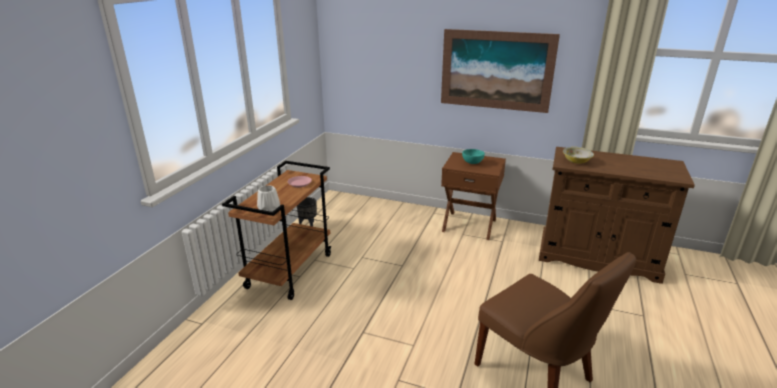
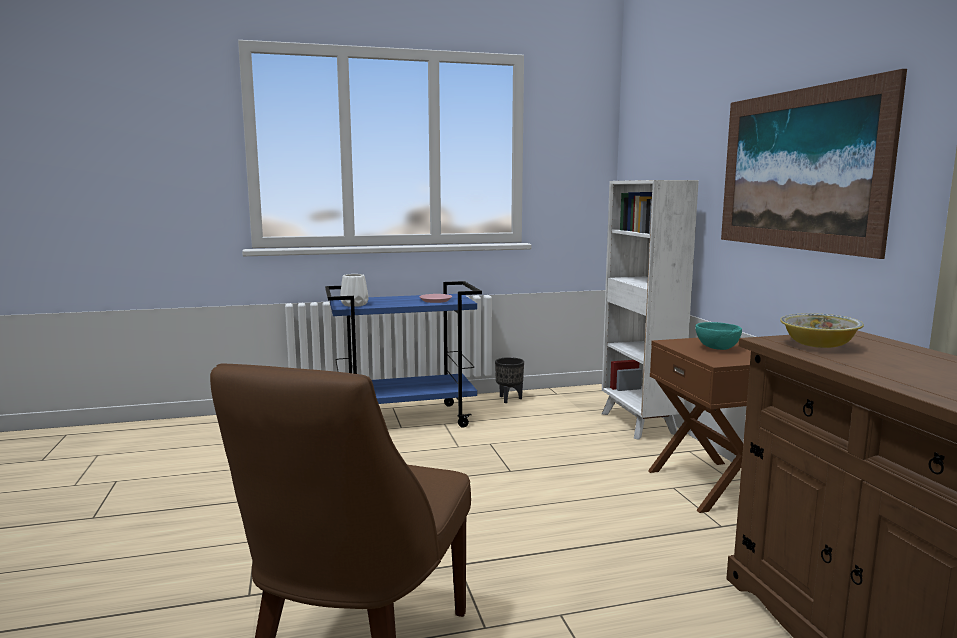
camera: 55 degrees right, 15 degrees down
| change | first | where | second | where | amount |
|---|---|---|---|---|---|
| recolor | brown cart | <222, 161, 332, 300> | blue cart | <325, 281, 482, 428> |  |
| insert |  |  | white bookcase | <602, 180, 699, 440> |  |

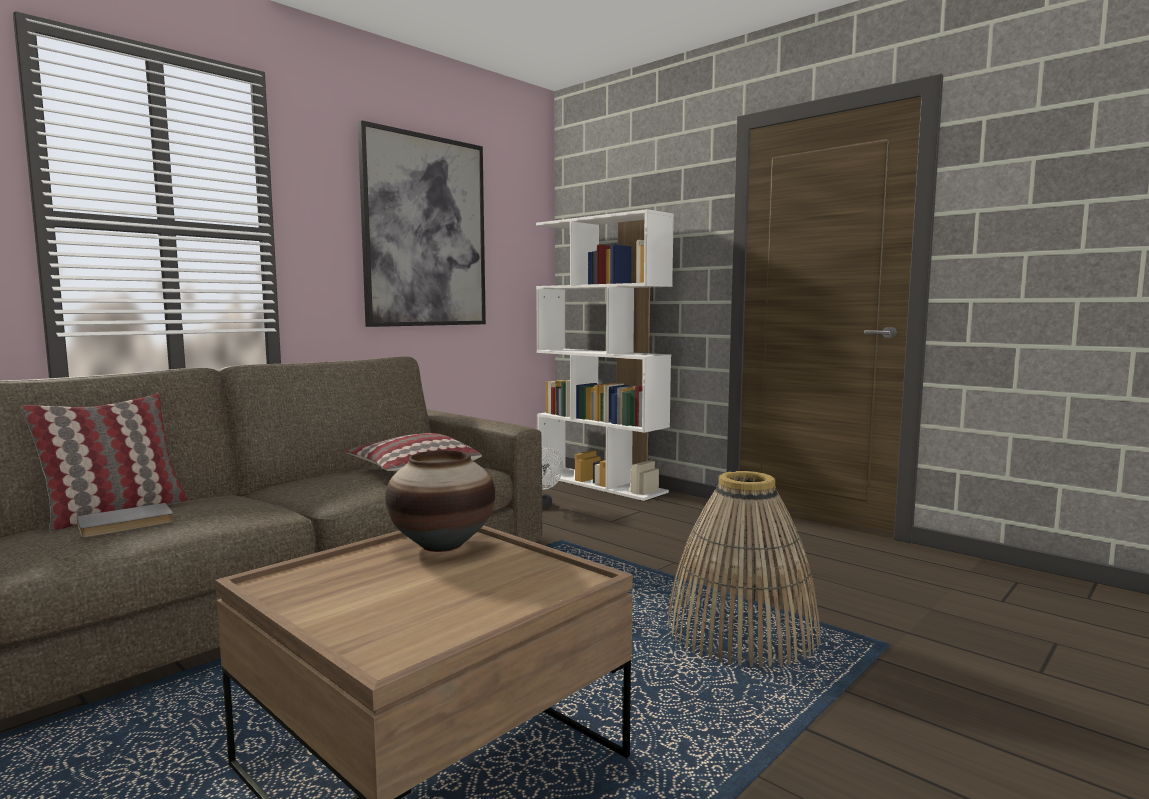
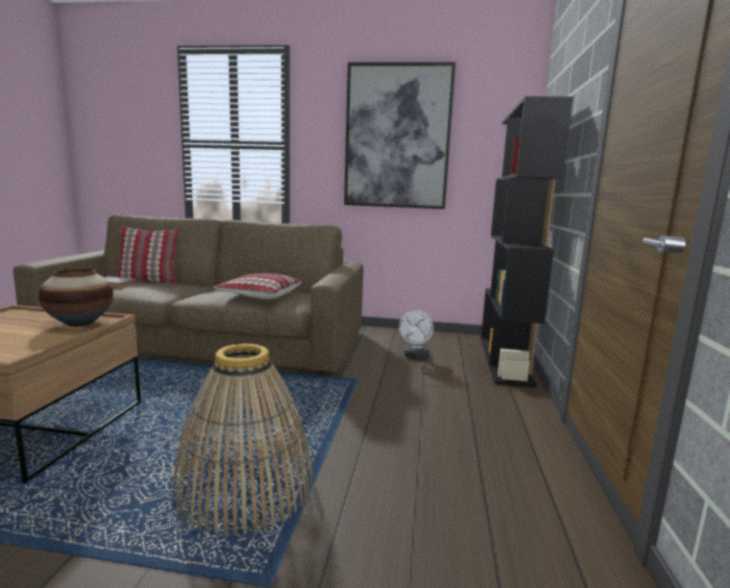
camera: 55 degrees right, 5 degrees up
| change | first | where | second | where | amount |
|---|---|---|---|---|---|
| recolor | white bookcase | <536, 209, 674, 501> | black bookcase | <481, 96, 573, 387> |  |

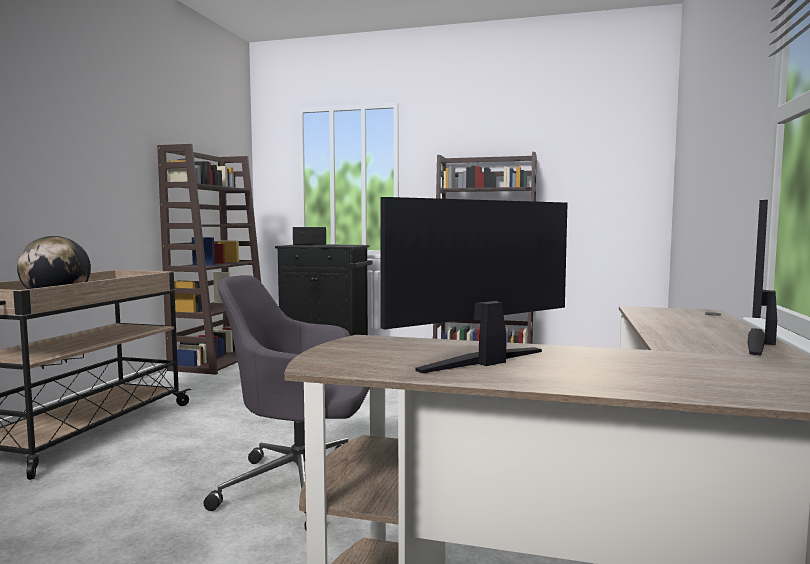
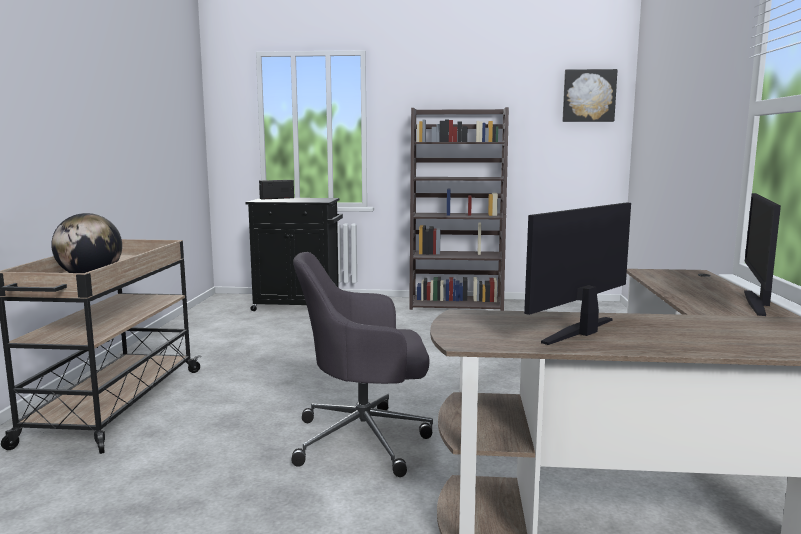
camera: 10 degrees left, 5 degrees up
| change | first | where | second | where | amount |
|---|---|---|---|---|---|
| delete | brown bookcase | <157, 144, 261, 375> |  |  |  |
| insert |  |  | picture | <562, 69, 617, 122> |  |

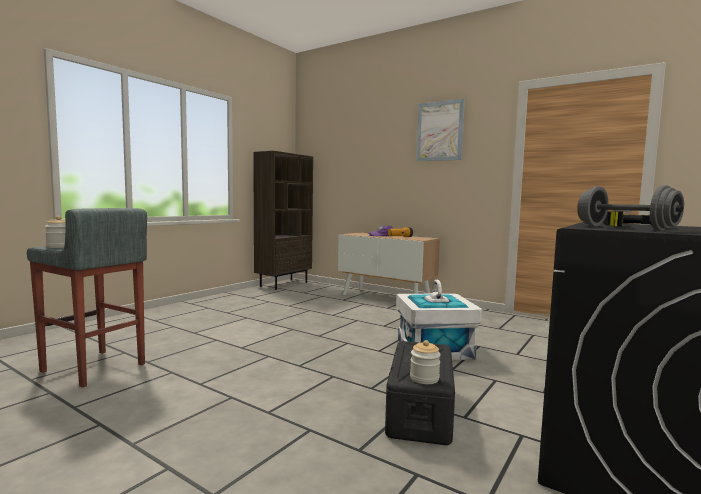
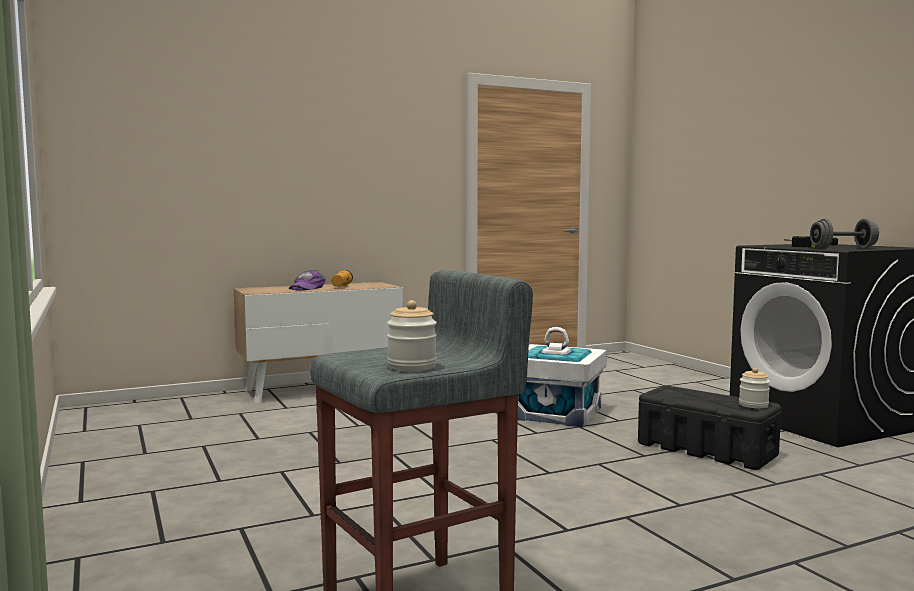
camera: 60 degrees left, 0 degrees up
| change | first | where | second | where | amount |
|---|---|---|---|---|---|
| delete | picture | <416, 99, 465, 161> |  |  |  |
| delete | brown bookcase | <253, 151, 313, 290> |  |  |  |

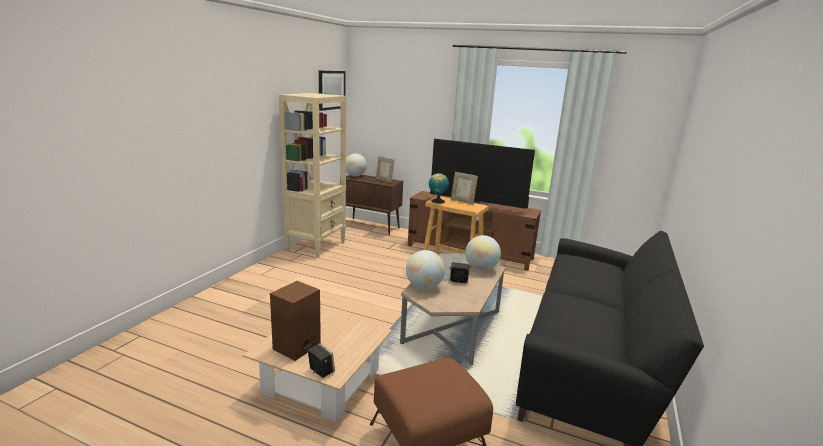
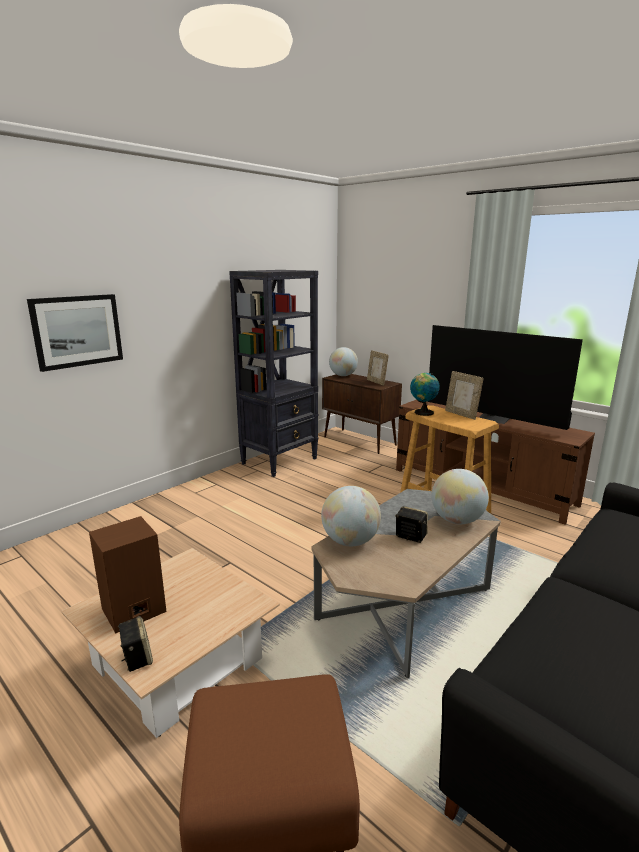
camera: 20 degrees right, 0 degrees up
| change | first | where | second | where | amount |
|---|---|---|---|---|---|
| move | picture | <319, 70, 346, 111> |  | <27, 294, 123, 372> |  |
| recolor | beige bookcase | <279, 93, 347, 258> | black bookcase | <229, 270, 318, 477> |  |

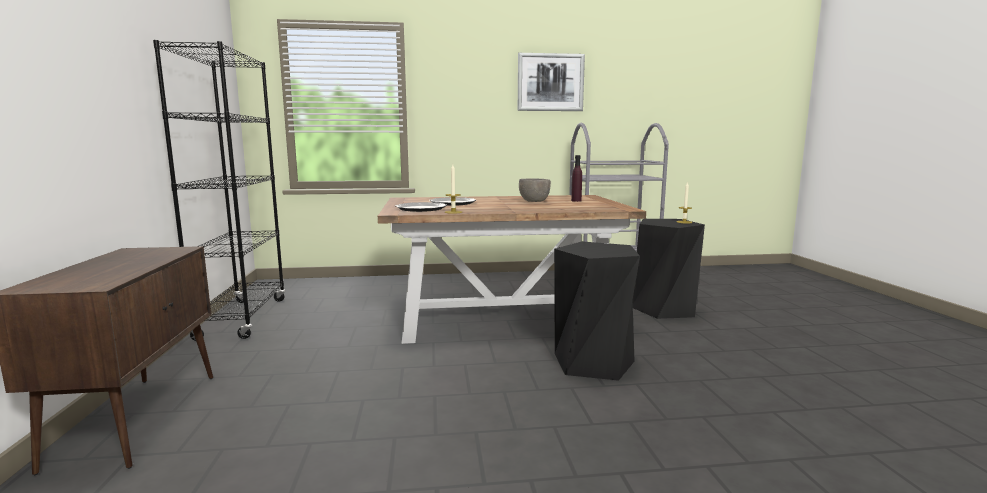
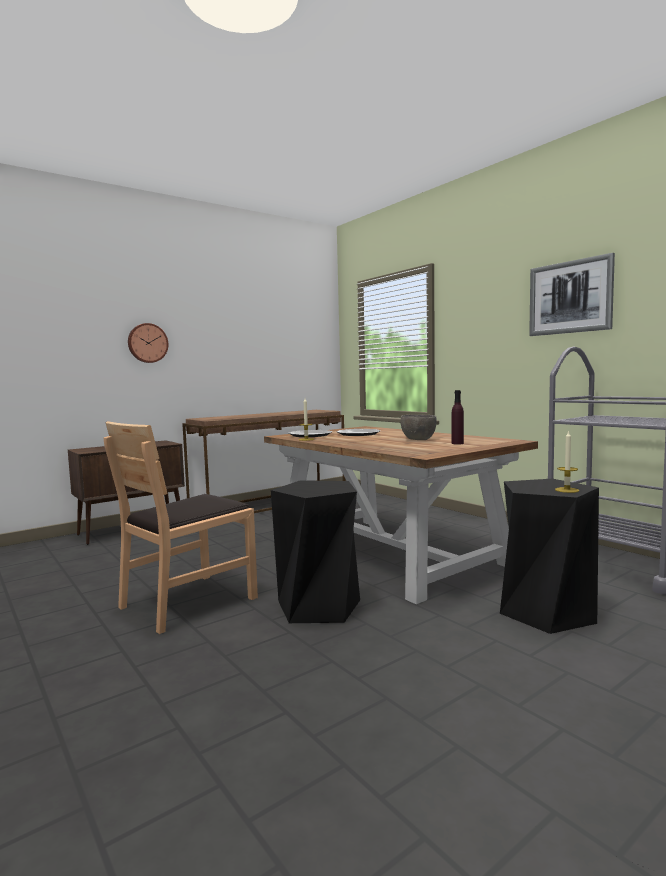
camera: 60 degrees right, 5 degrees down
| change | first | where | second | where | amount |
|---|---|---|---|---|---|
| replace | black bookcase | <153, 40, 285, 341> | brown console table | <182, 410, 345, 513> |  |
| insert |  |  | wall clock | <128, 323, 168, 363> |  |
| insert |  |  | brown chair | <104, 421, 258, 634> |  |

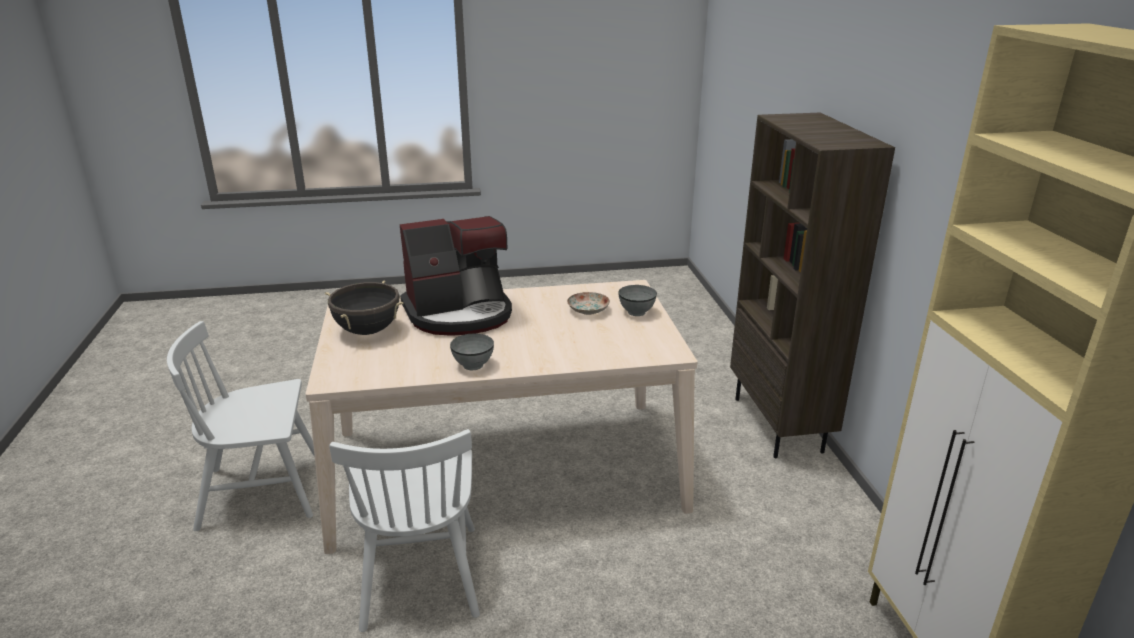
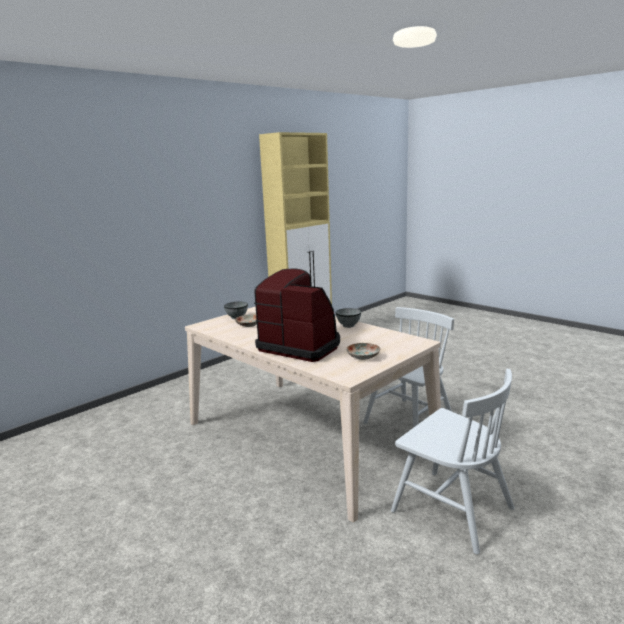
camera: 125 degrees left, 10 degrees down
| change | first | where | second | where | amount |
|---|---|---|---|---|---|
| delete | brown bookcase | <730, 112, 895, 458> |  |  |  |
| replace | black cooking pot | <325, 280, 404, 335> | plate | <346, 343, 380, 360> |  |

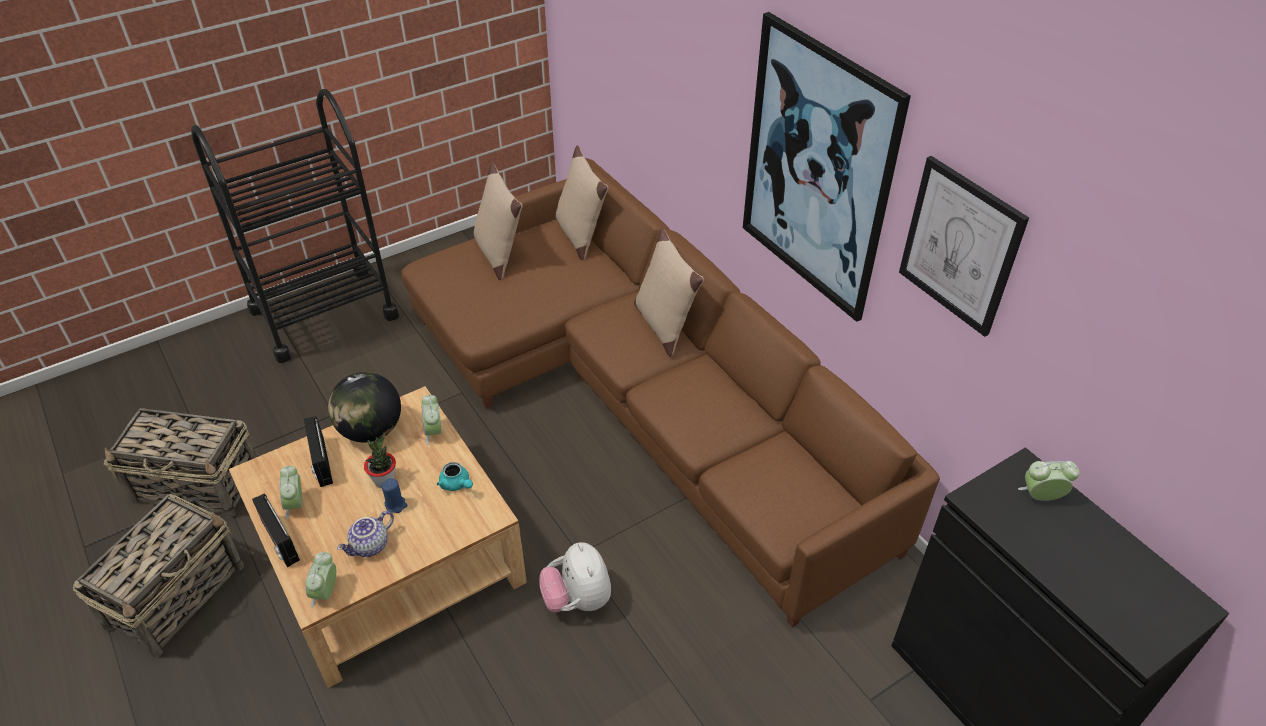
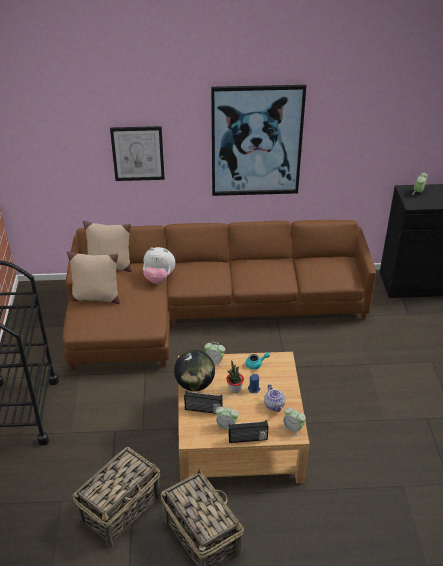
camera: 60 degrees left, 5 degrees down
| change | first | where | second | where | amount |
|---|---|---|---|---|---|
| move | picture | <899, 156, 1029, 337> |  | <110, 126, 165, 181> |  |
| delete | beige pillow | <634, 227, 704, 357> |  |  |  |
| move | plush toy | <539, 542, 611, 612> |  | <143, 247, 175, 284> |  |

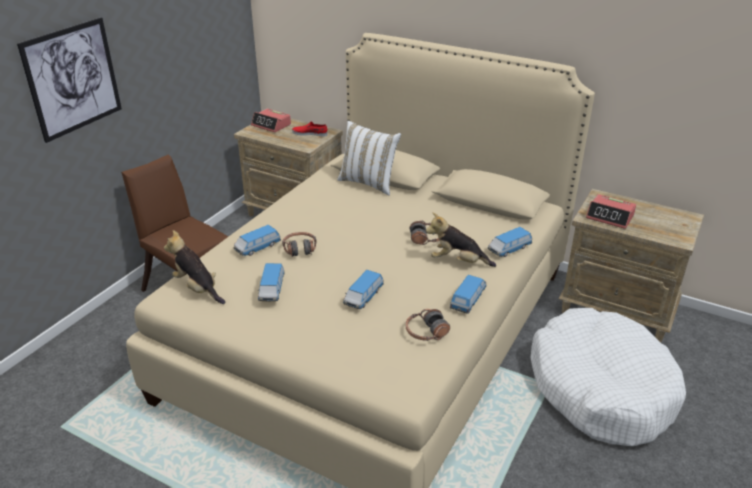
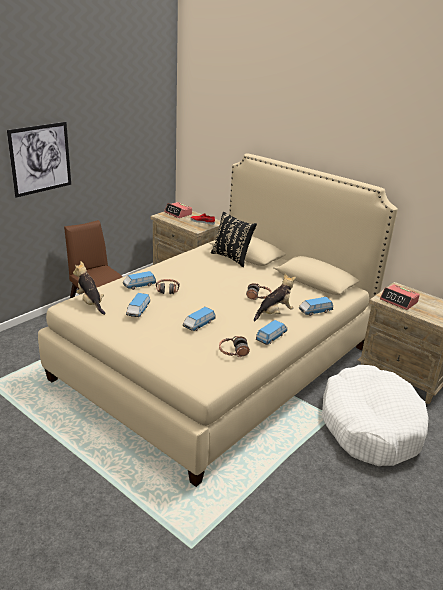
camera: 10 degrees right, 5 degrees down
| change | first | where | second | where | amount |
|---|---|---|---|---|---|
| recolor | white pillow | <337, 121, 401, 196> | black pillow | <211, 212, 257, 267> |  |
| rotate | plush toy | <426, 212, 496, 267> |  | <254, 273, 296, 322> | 120 degrees clockwise |

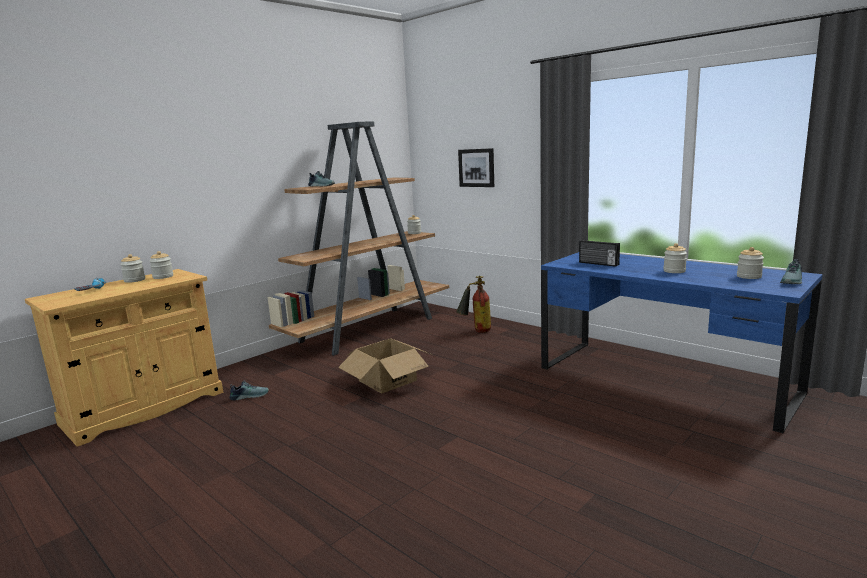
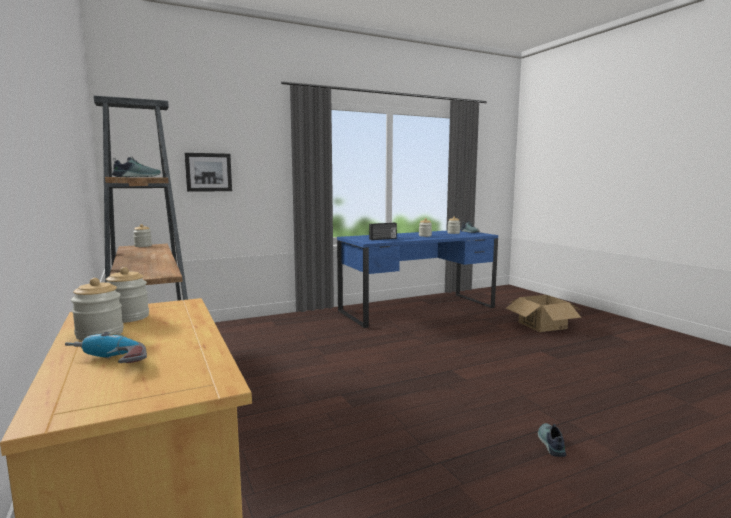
camera: 70 degrees left, 5 degrees down
| change | first | where | second | where | amount |
|---|---|---|---|---|---|
| delete | fire extinguisher | <456, 276, 491, 333> |  |  |  |
| move | cardboard box | <338, 339, 430, 394> |  | <506, 295, 582, 332> |  |
| move | shoe | <229, 381, 269, 400> |  | <538, 423, 566, 457> |  |

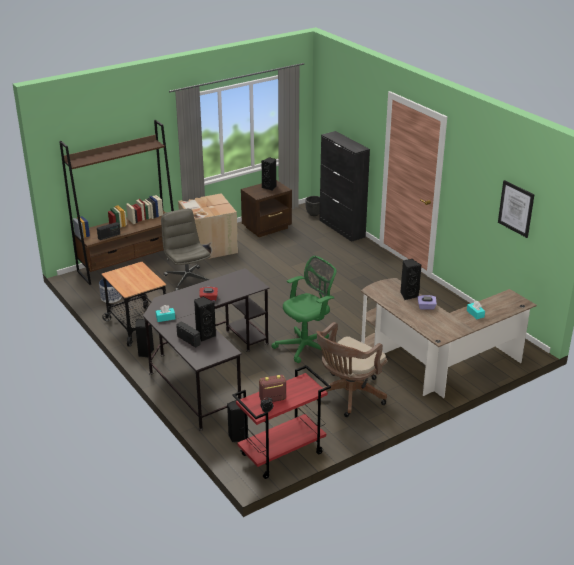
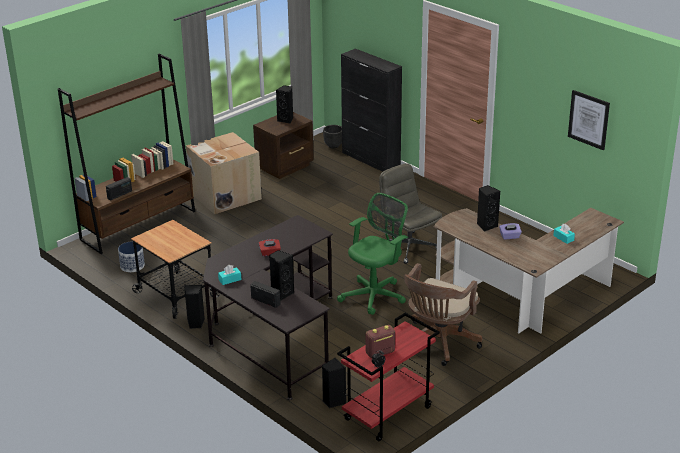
camera: 10 degrees left, 0 degrees up
| change | first | where | second | where | amount |
|---|---|---|---|---|---|
| move | grey office chair | <161, 209, 211, 291> |  | <379, 163, 442, 264> |  |

